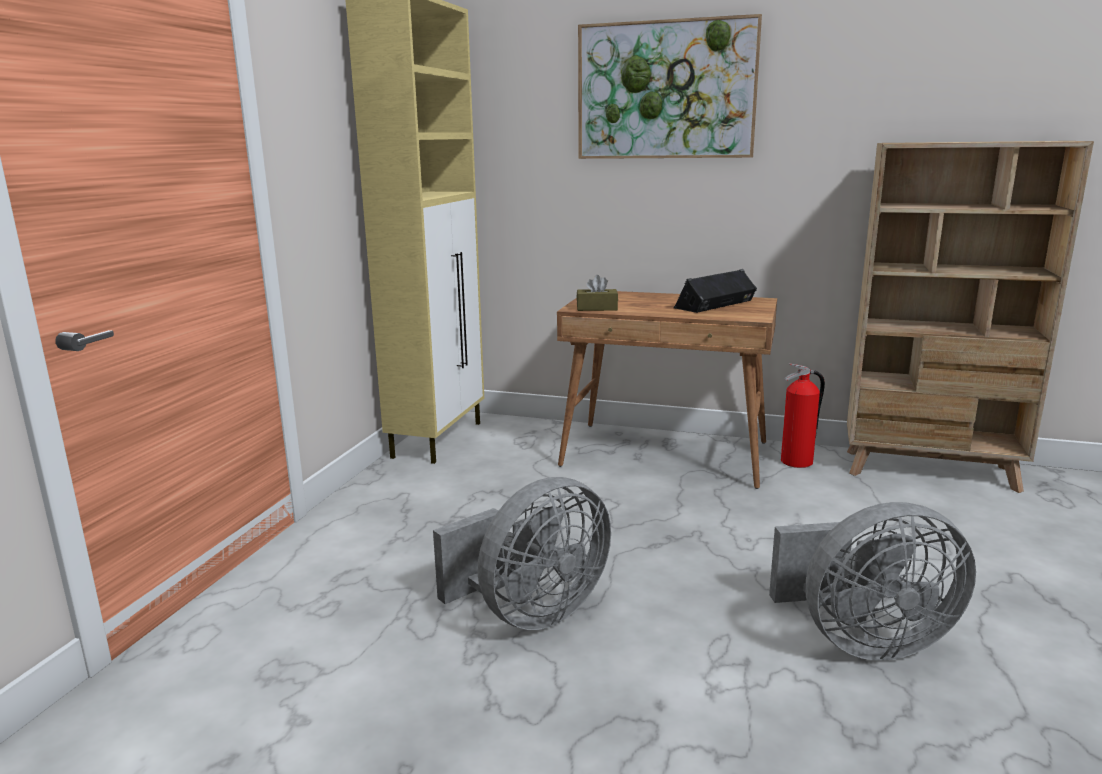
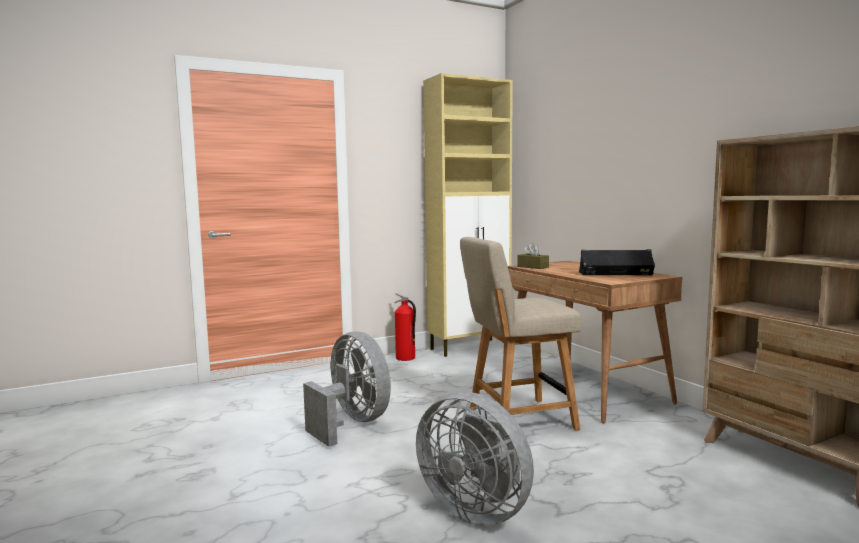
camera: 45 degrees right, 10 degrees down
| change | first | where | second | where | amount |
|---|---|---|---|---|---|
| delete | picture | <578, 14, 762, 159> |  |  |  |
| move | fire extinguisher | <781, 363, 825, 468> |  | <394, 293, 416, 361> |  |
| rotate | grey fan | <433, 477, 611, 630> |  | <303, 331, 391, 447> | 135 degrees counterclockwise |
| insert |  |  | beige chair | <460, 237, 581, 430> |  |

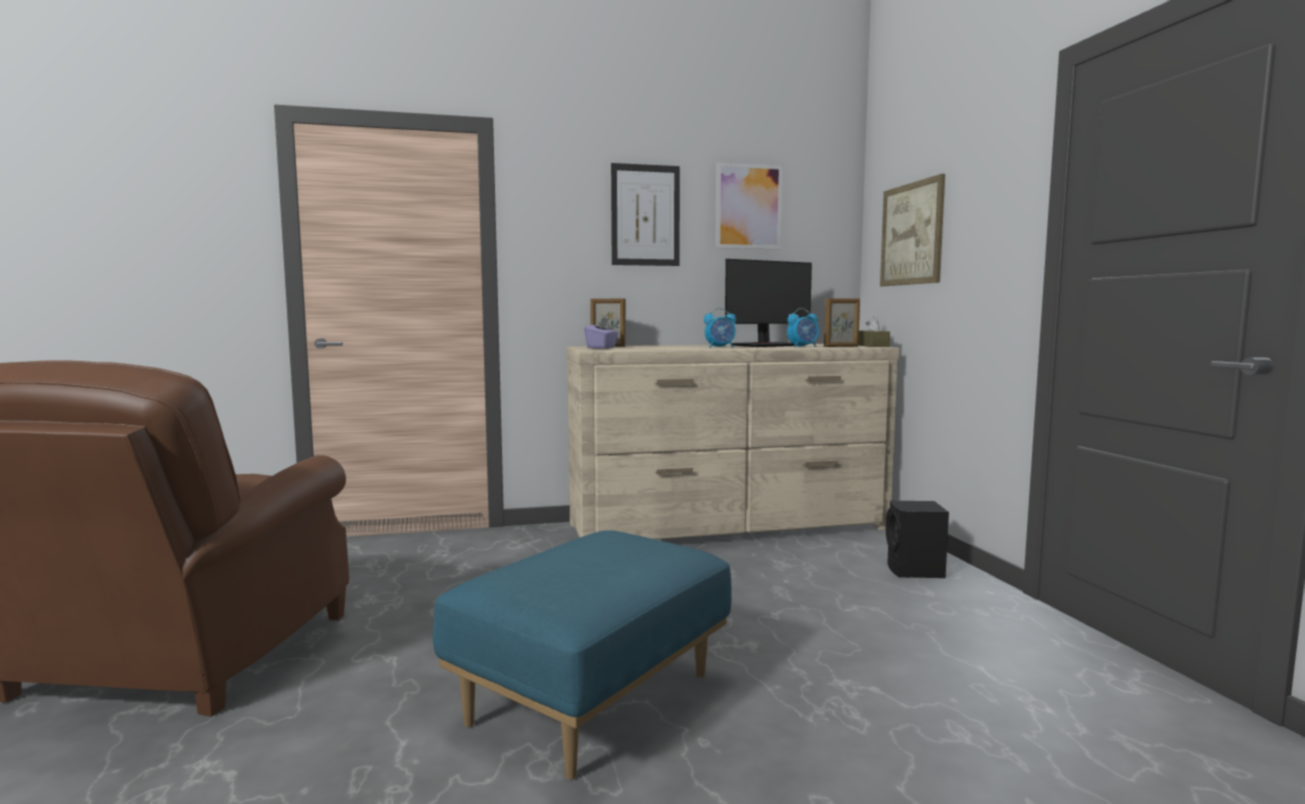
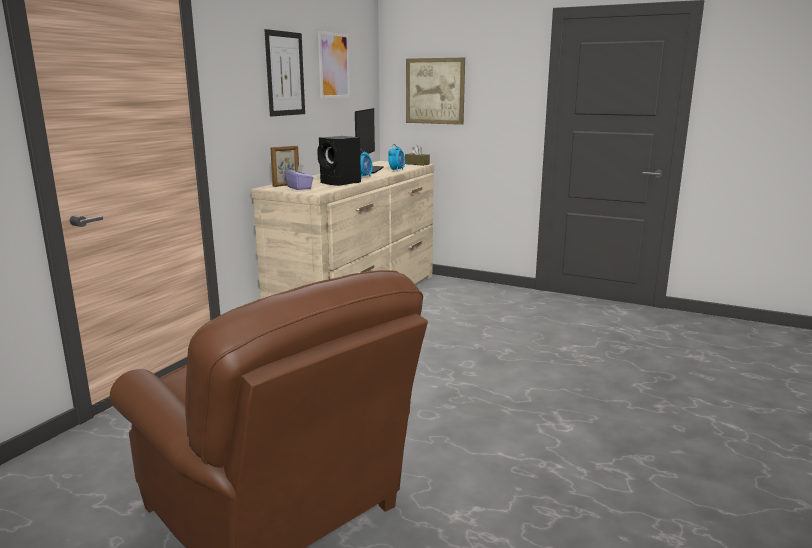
camera: 50 degrees left, 10 degrees up
| change | first | where | second | where | amount |
|---|---|---|---|---|---|
| delete | picture frame | <824, 298, 860, 347> |  |  |  |
| move | black speaker | <886, 500, 949, 578> |  | <317, 136, 361, 186> |  |
| delete | blue ottoman | <433, 530, 732, 780> |  |  |  |

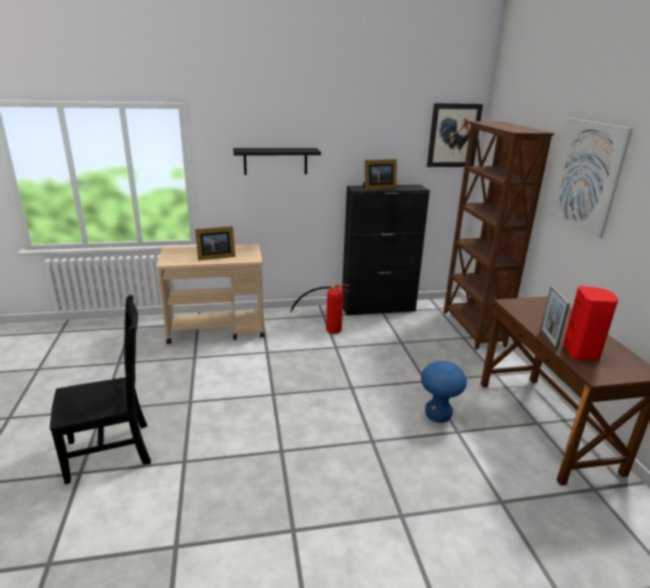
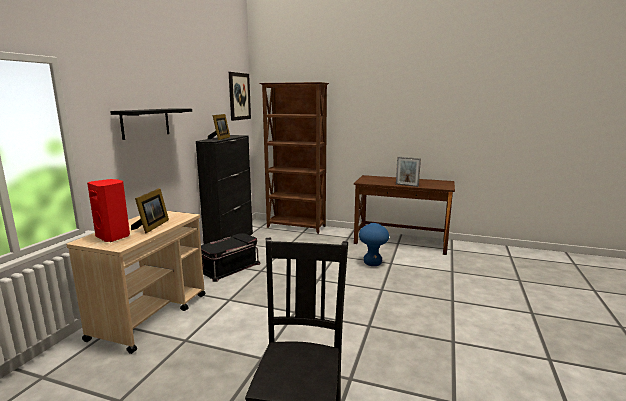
camera: 60 degrees left, 10 degrees down
| change | first | where | second | where | amount |
|---|---|---|---|---|---|
| delete | picture | <548, 118, 633, 238> |  |  |  |
| replace | fire extinguisher | <290, 284, 349, 334> | black storage box | <201, 233, 260, 282> |  |
| move | red speaker | <563, 286, 618, 361> |  | <87, 179, 130, 242> |  |

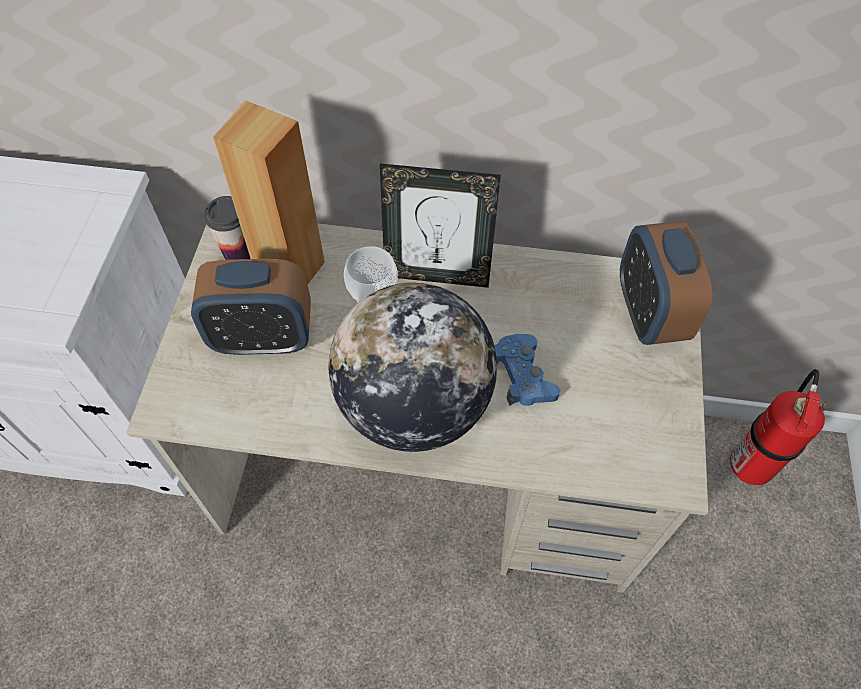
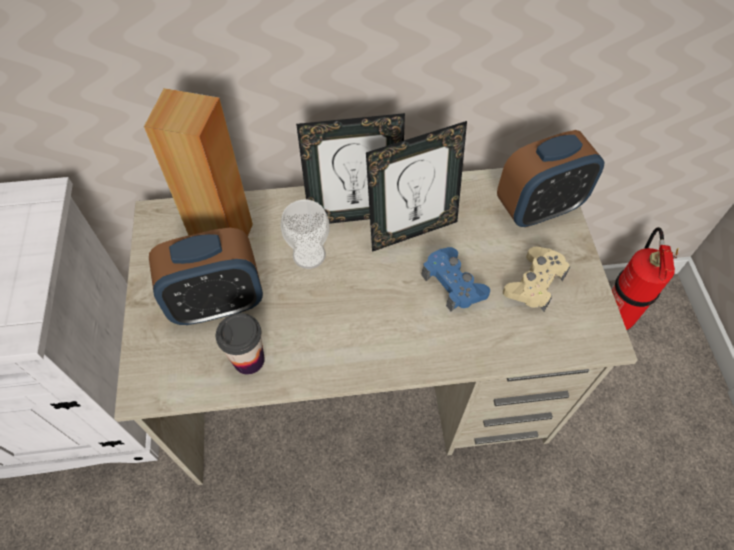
camera: 15 degrees left, 0 degrees up
| change | first | where | second | where | amount |
|---|---|---|---|---|---|
| move | cup | <204, 196, 250, 260> |  | <216, 313, 265, 375> |  |
| rotate | alarm clock | <620, 221, 712, 345> |  | <497, 130, 604, 227> | 90 degrees counterclockwise |
| delete | globe | <329, 283, 497, 452> |  |  |  |
| insert |  |  | picture frame | <366, 121, 467, 252> |  |
| insert |  |  | beige game controller | <503, 247, 570, 311> |  |

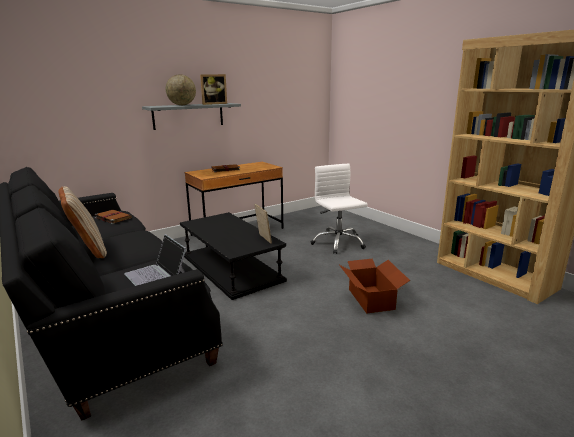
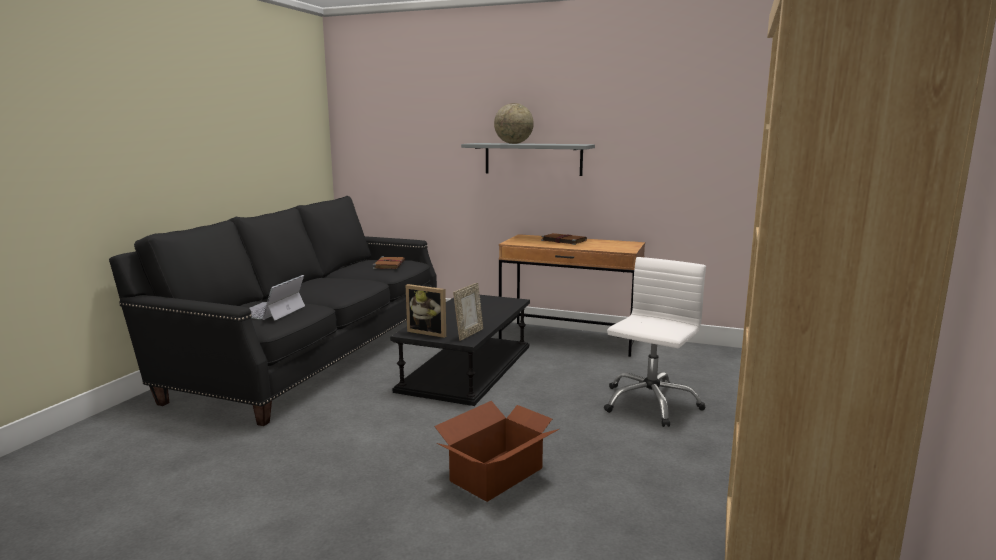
camera: 55 degrees right, 5 degrees down
| change | first | where | second | where | amount |
|---|---|---|---|---|---|
| move | picture frame | <200, 74, 227, 105> |  | <406, 284, 446, 338> |  |
| delete | beige pillow | <58, 186, 107, 258> |  |  |  |

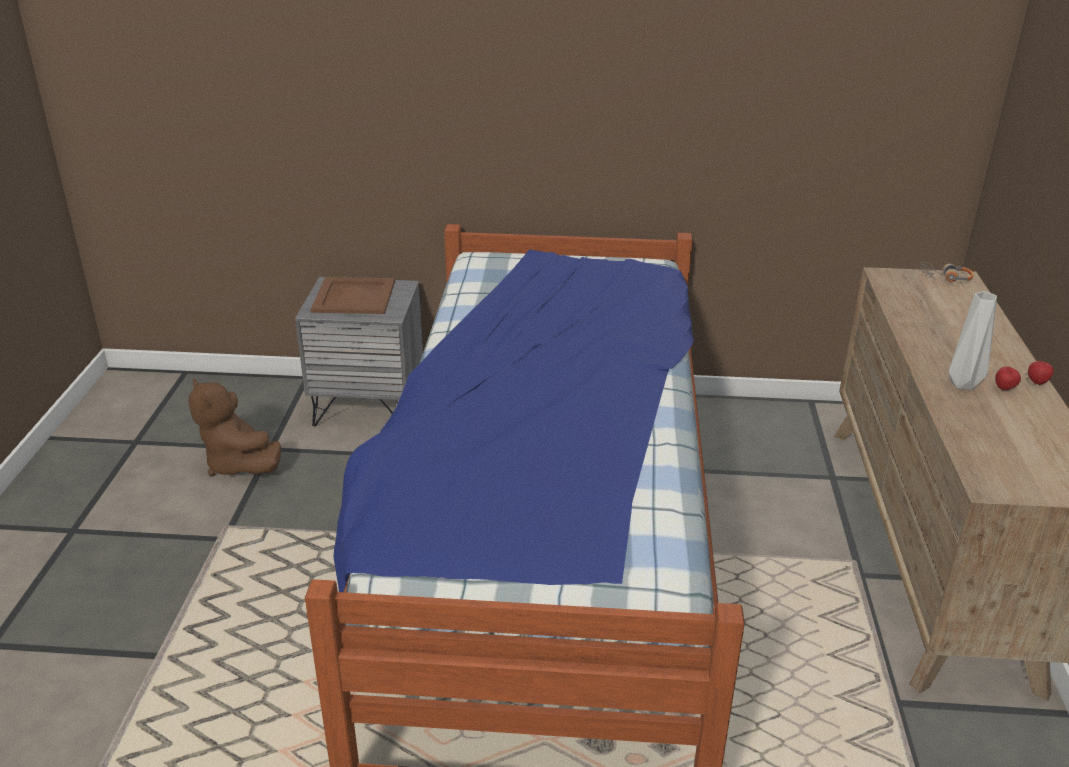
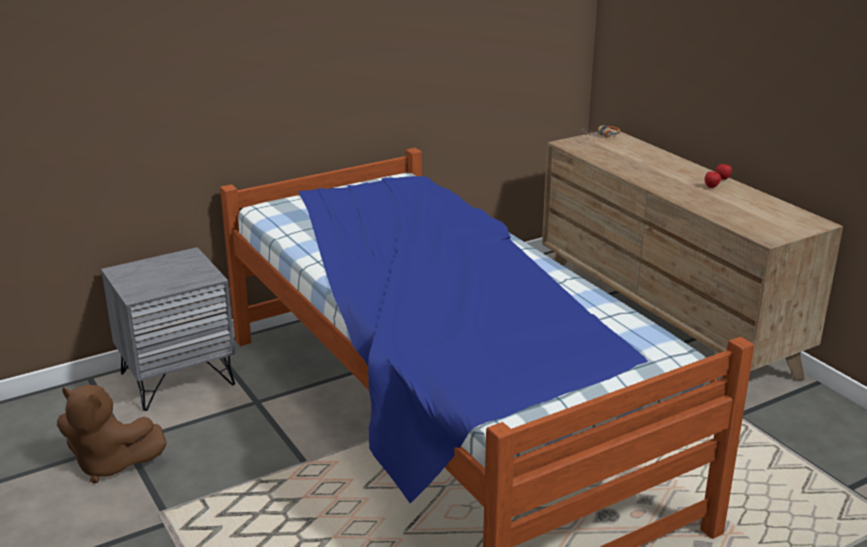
camera: 35 degrees left, 5 degrees down
| change | first | where | second | where | amount |
|---|---|---|---|---|---|
| delete | brown tray | <311, 277, 395, 314> |  |  |  |
| delete | grey vase | <948, 291, 997, 390> |  |  |  |

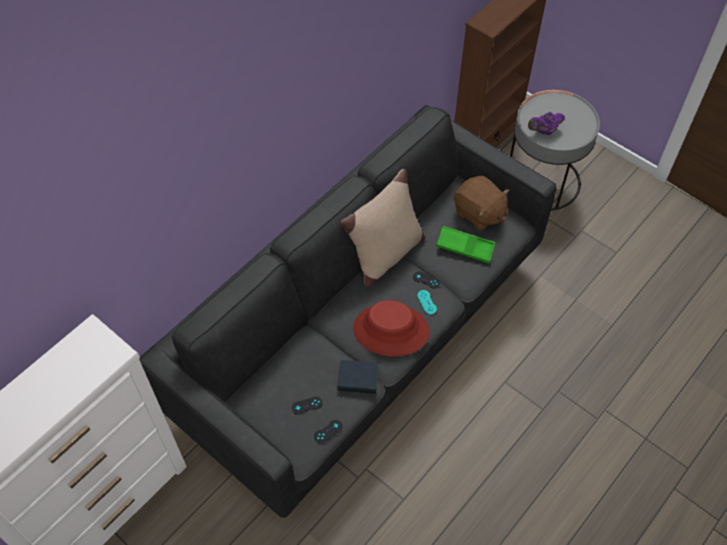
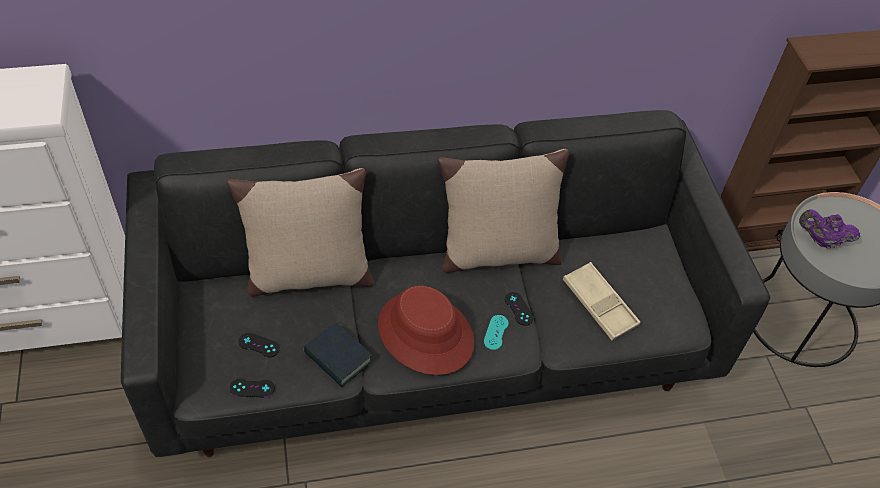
camera: 35 degrees right, 5 degrees down
| change | first | where | second | where | amount |
|---|---|---|---|---|---|
| delete | brown plush toy | <454, 176, 510, 231> |  |  |  |
| recolor | green tray | <436, 226, 495, 263> | beige tray | <563, 262, 640, 341> |  |
| insert |  |  | beige pillow | <227, 168, 374, 296> |  |

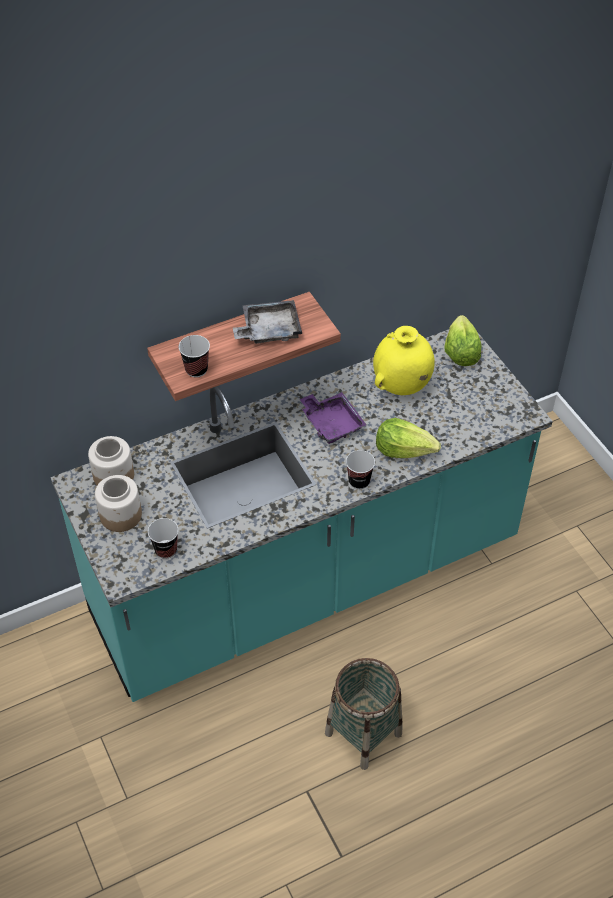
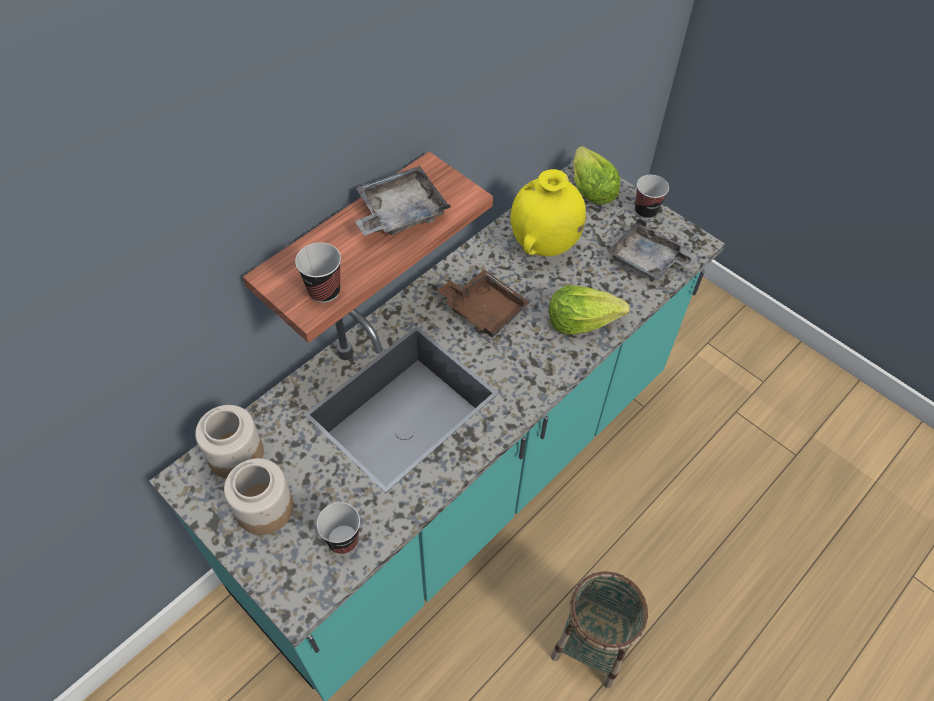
camera: 20 degrees left, 5 degrees up
| change | first | where | second | where | amount |
|---|---|---|---|---|---|
| recolor | purple tray | <300, 392, 366, 444> | brown tray | <438, 269, 530, 337> |  |
| move | cup | <346, 450, 375, 489> |  | <635, 175, 669, 219> |  |
| insert |  |  | grey tray | <608, 218, 698, 280> |  |

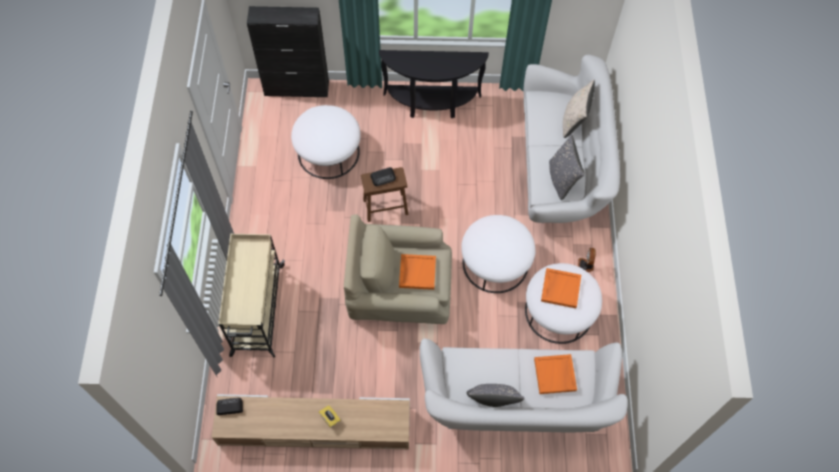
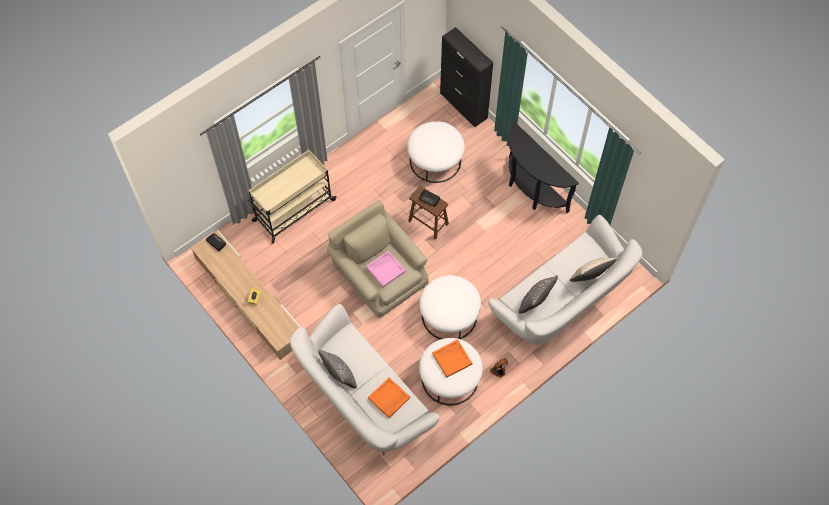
camera: 50 degrees right, 0 degrees up
| change | first | where | second | where | amount |
|---|---|---|---|---|---|
| recolor | orange tray | <399, 254, 436, 290> | pink tray | <366, 251, 406, 287> |  |

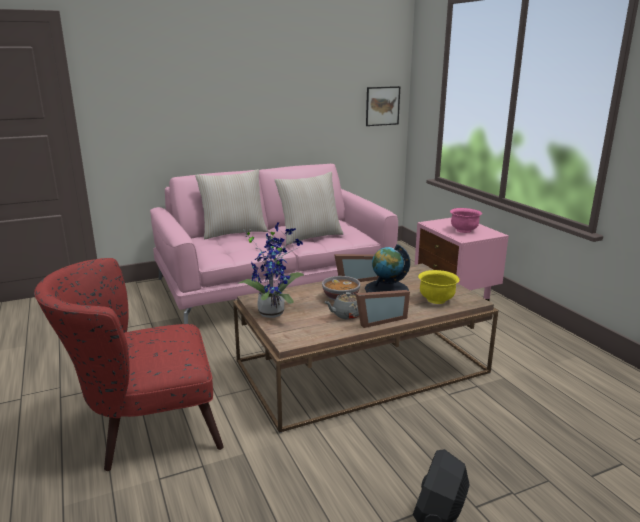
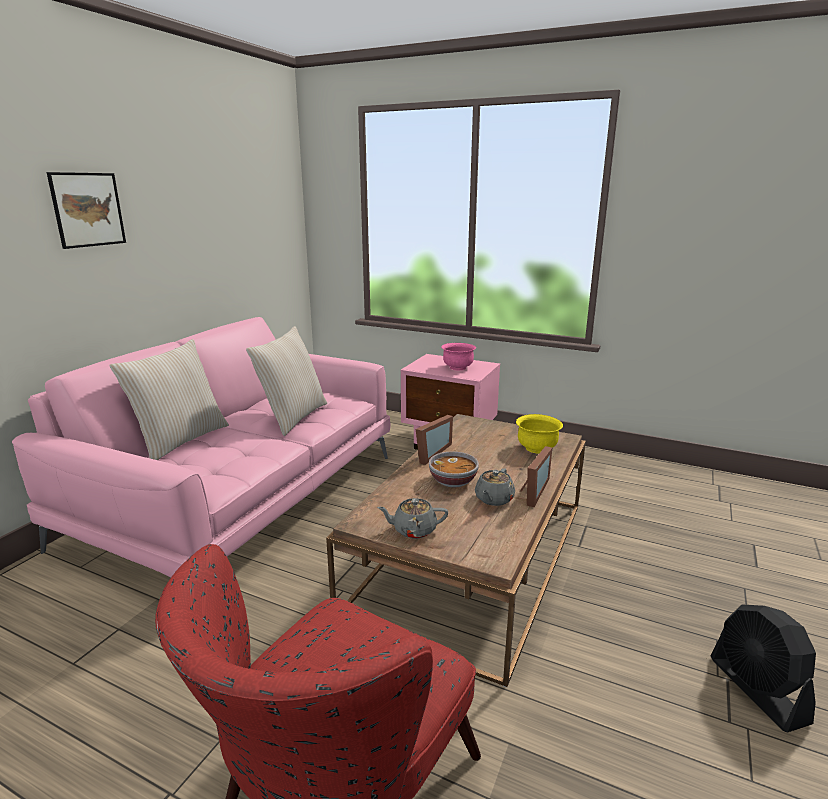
camera: 40 degrees left, 0 degrees up
| change | first | where | second | where | amount |
|---|---|---|---|---|---|
| move | picture | <366, 86, 400, 126> |  | <47, 172, 126, 249> |  |
| replace | potted plant | <237, 222, 304, 318> | grey teapot | <377, 498, 448, 539> |  |
| delete | globe | <365, 244, 410, 292> |  |  |  |

